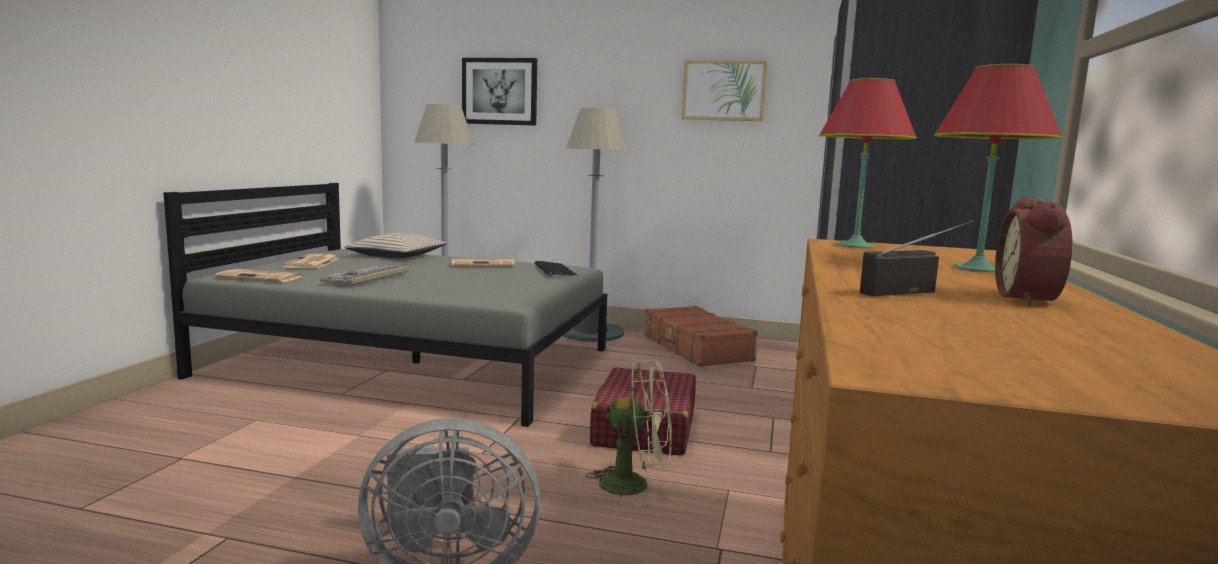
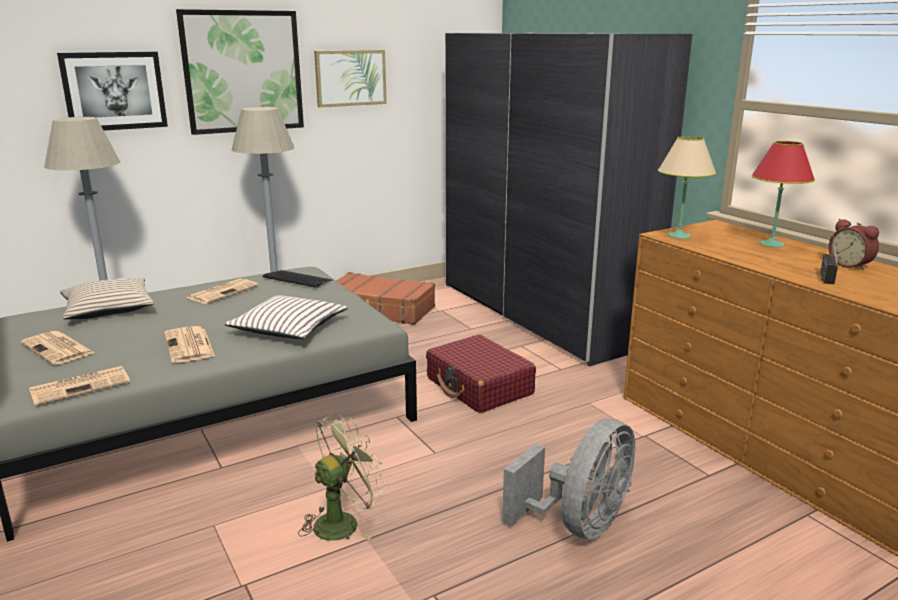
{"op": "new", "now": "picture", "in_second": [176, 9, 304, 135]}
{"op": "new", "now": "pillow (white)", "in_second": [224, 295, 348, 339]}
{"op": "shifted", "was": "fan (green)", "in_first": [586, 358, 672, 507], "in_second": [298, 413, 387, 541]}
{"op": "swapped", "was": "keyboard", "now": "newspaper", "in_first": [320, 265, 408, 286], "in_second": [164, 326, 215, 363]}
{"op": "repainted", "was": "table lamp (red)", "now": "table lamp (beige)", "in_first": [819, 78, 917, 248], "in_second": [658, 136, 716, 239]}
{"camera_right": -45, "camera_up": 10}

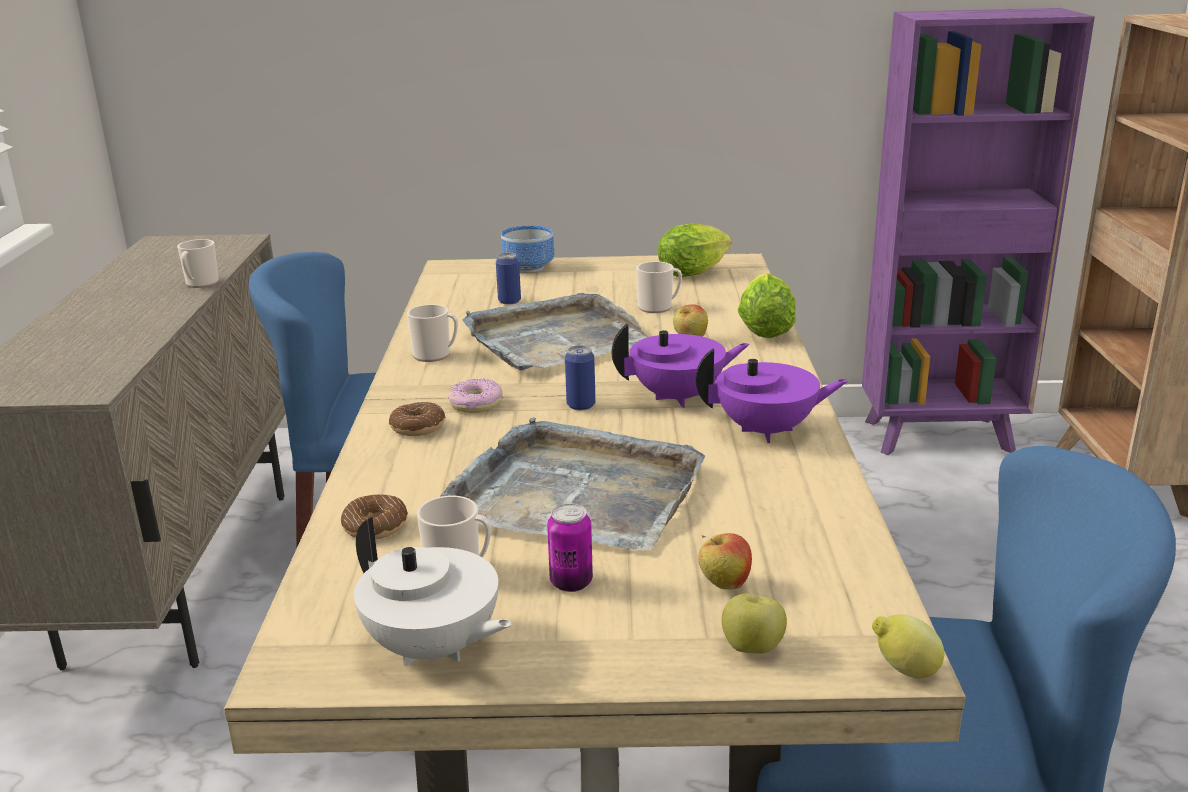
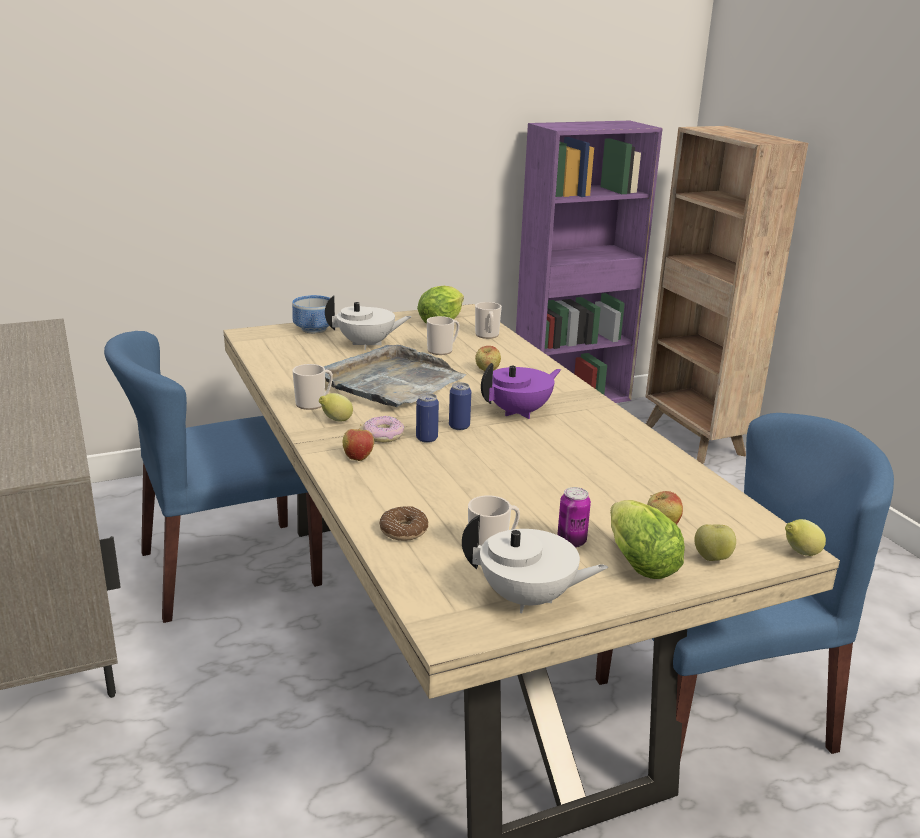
{"op": "gone", "was": "tray (grey)", "in_first": [440, 417, 705, 550]}
{"op": "gone", "was": "teapot (purple)", "in_first": [696, 348, 849, 443]}
{"op": "new", "now": "lemon", "in_second": [319, 393, 353, 422]}
{"op": "new", "now": "teapot (white)", "in_second": [325, 295, 412, 350]}
{"op": "shifted", "was": "mug", "in_first": [177, 239, 219, 288], "in_second": [475, 302, 502, 339]}
{"op": "shifted", "was": "can", "in_first": [496, 252, 521, 304], "in_second": [416, 393, 439, 443]}
{"op": "shifted", "was": "lettuce", "in_first": [738, 273, 796, 338], "in_second": [610, 500, 685, 579]}
{"op": "swapped", "was": "donut", "now": "apple", "in_first": [389, 402, 445, 436], "in_second": [343, 424, 374, 461]}
{"camera_right": -25, "camera_up": 0}

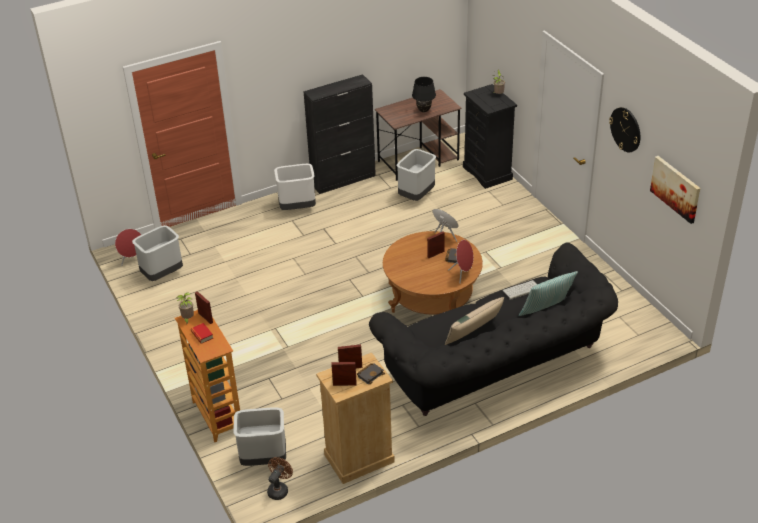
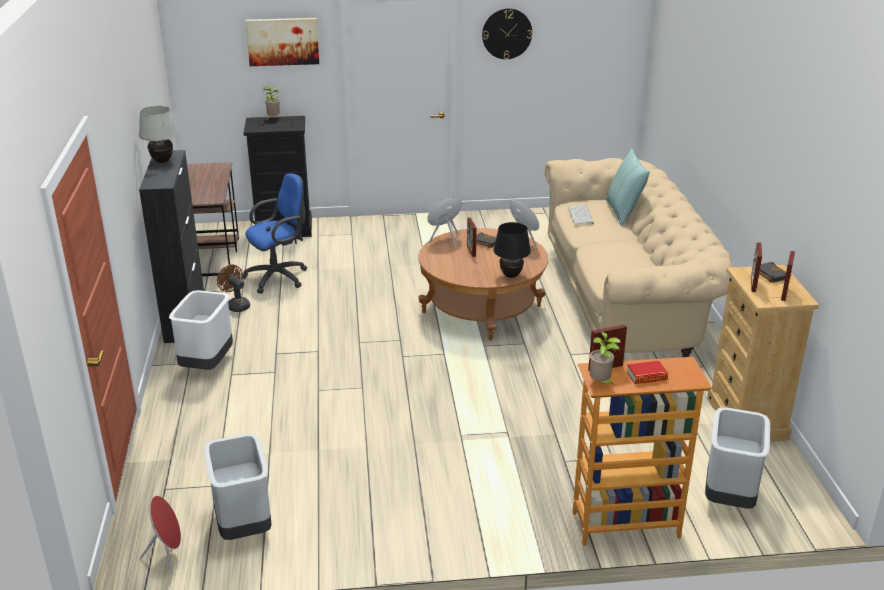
{"op": "gone", "was": "pillow (beige)", "in_first": [444, 297, 504, 345]}
{"op": "new", "now": "table lamp (white)", "in_second": [139, 106, 178, 163]}
{"op": "shifted", "was": "fan (brown)", "in_first": [267, 457, 293, 500], "in_second": [217, 265, 250, 312]}
{"op": "shifted", "was": "table lamp (black)", "in_first": [412, 77, 436, 112], "in_second": [494, 222, 531, 278]}
{"op": "shifted", "was": "picture", "in_first": [650, 156, 700, 224], "in_second": [245, 18, 319, 66]}
{"op": "swapped", "was": "trash can (grey)", "now": "office chair (blue)", "in_first": [396, 149, 436, 201], "in_second": [243, 173, 307, 294]}
{"op": "repainted", "was": "sofa (black)", "now": "sofa (beige)", "in_first": [369, 242, 618, 416], "in_second": [545, 158, 733, 357]}
{"camera_right": -70, "camera_up": -10}

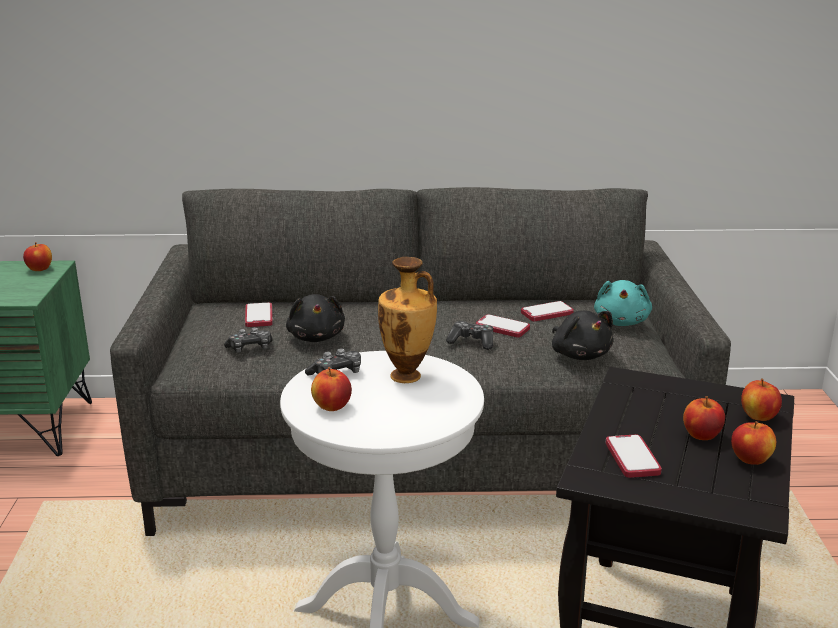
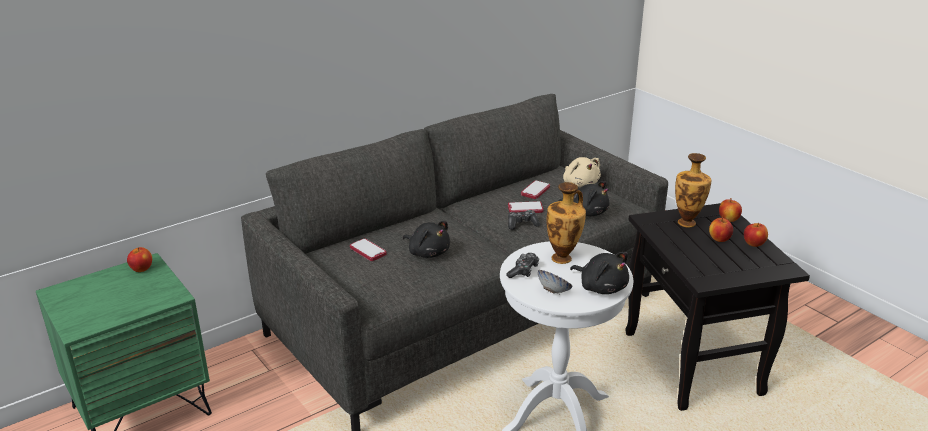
{"op": "gone", "was": "game controller", "in_first": [224, 327, 273, 353]}
{"op": "gone", "was": "phone", "in_first": [606, 435, 662, 478]}
{"op": "new", "now": "plush toy (black)", "in_second": [570, 252, 629, 294]}
{"op": "new", "now": "vase", "in_second": [675, 153, 711, 227]}
{"op": "swapped", "was": "apple", "now": "bowl", "in_first": [311, 367, 352, 411], "in_second": [538, 270, 573, 294]}
{"op": "repainted", "was": "plush toy (turquoise)", "now": "plush toy (beige)", "in_first": [594, 280, 652, 326], "in_second": [563, 157, 601, 187]}
{"camera_right": -35, "camera_up": 5}

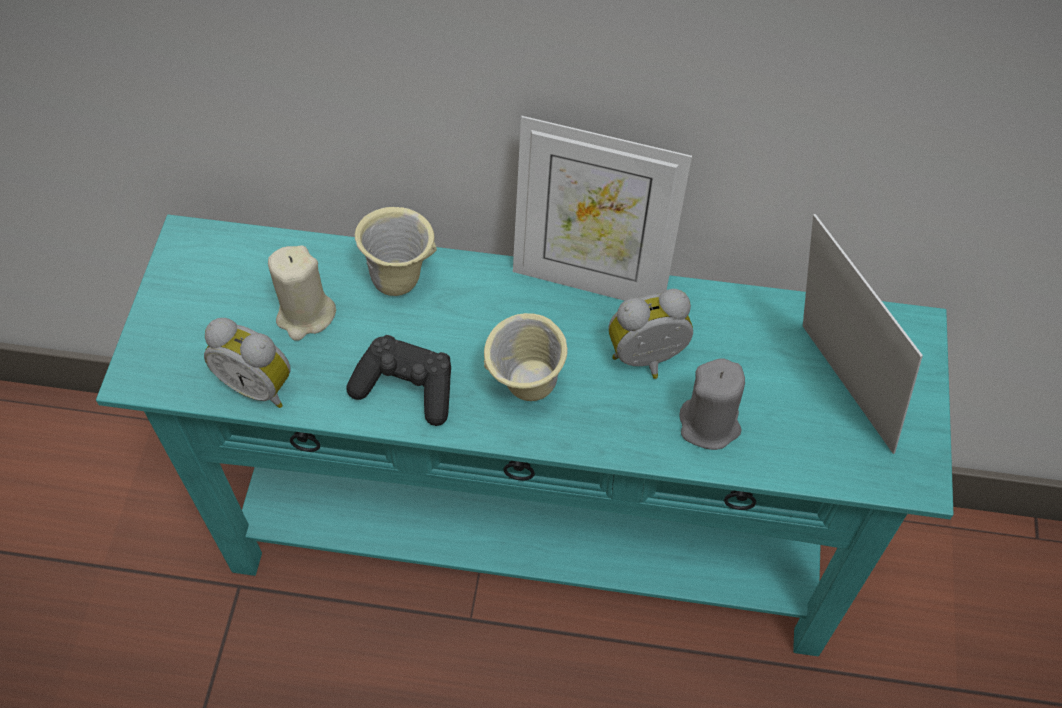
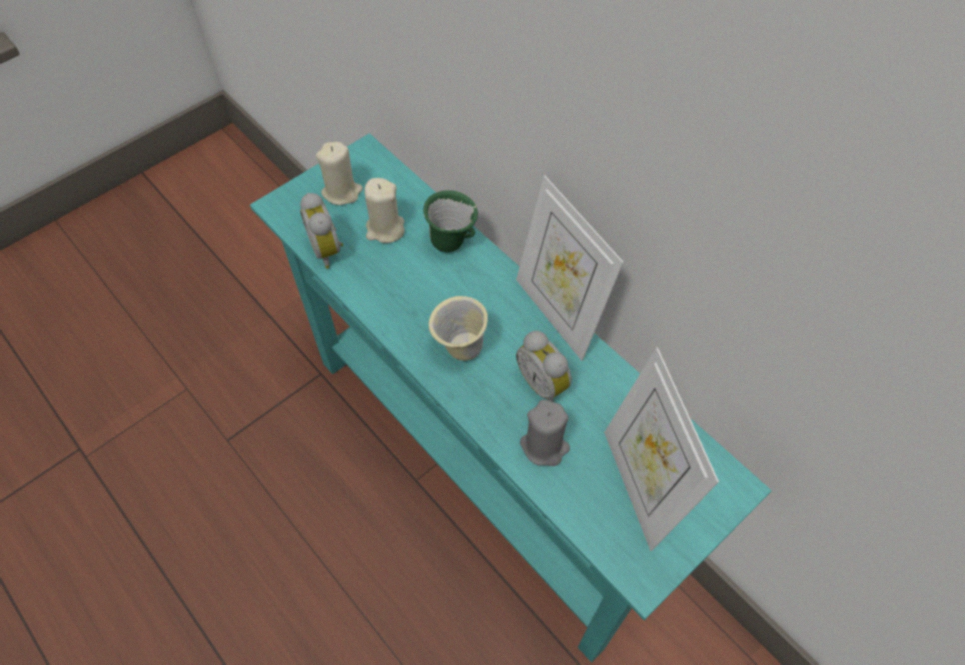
{"op": "gone", "was": "game controller (black)", "in_first": [346, 335, 451, 426]}
{"op": "new", "now": "candle (beige)", "in_second": [316, 142, 363, 205]}
{"op": "repainted", "was": "mug (beige)", "now": "mug (green)", "in_first": [355, 207, 437, 296], "in_second": [423, 190, 478, 252]}
{"op": "rotated", "was": "alarm clock", "in_first": [608, 289, 693, 379], "in_second": [516, 331, 572, 402], "clockwise": -150}
{"op": "rotated", "was": "picture frame", "in_first": [803, 214, 923, 454], "in_second": [604, 348, 719, 551], "clockwise": 150}
{"camera_right": 40, "camera_up": 0}

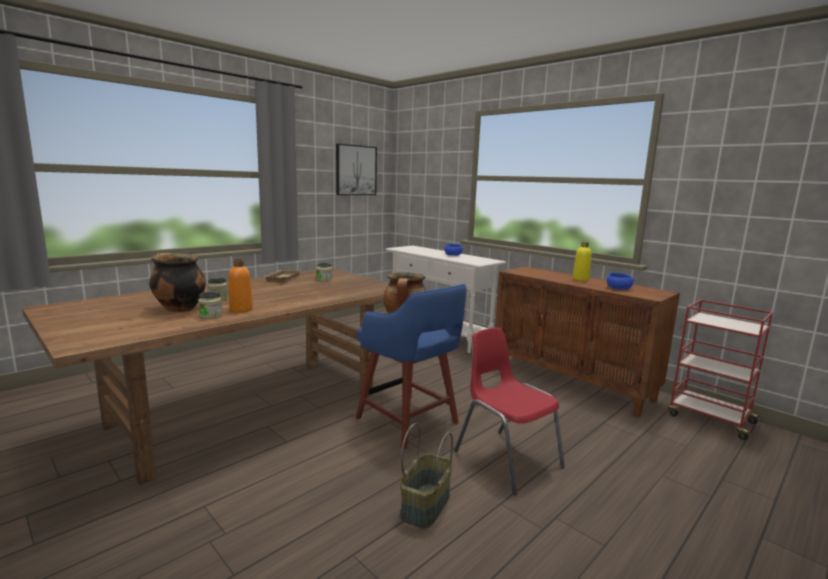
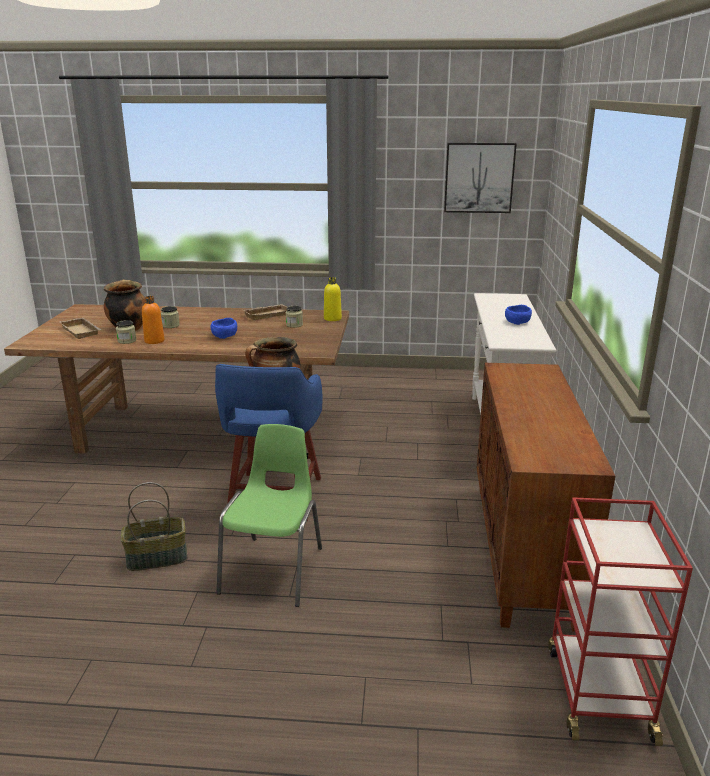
{"op": "new", "now": "tray (beige)", "in_second": [59, 318, 101, 339]}
{"op": "shifted", "was": "bottle (yellow)", "in_first": [573, 242, 592, 281], "in_second": [324, 277, 342, 321]}
{"op": "shifted", "was": "bowl (blue)", "in_first": [607, 272, 634, 290], "in_second": [211, 318, 237, 339]}
{"op": "repainted", "was": "chair (red)", "now": "chair (green)", "in_first": [454, 328, 565, 495], "in_second": [217, 424, 322, 607]}
{"camera_right": 50, "camera_up": 10}

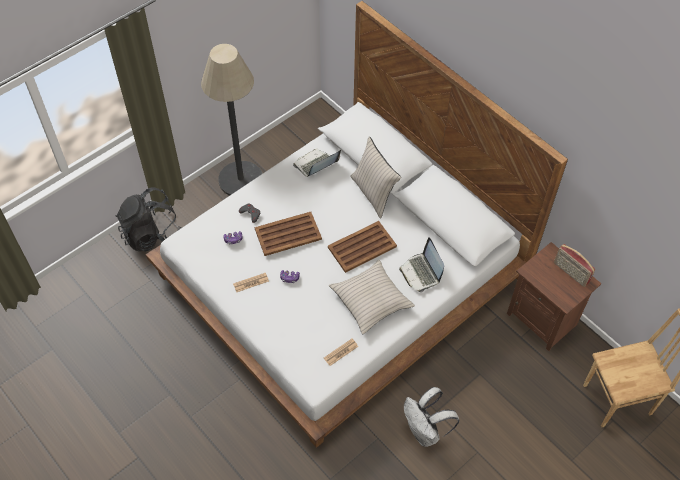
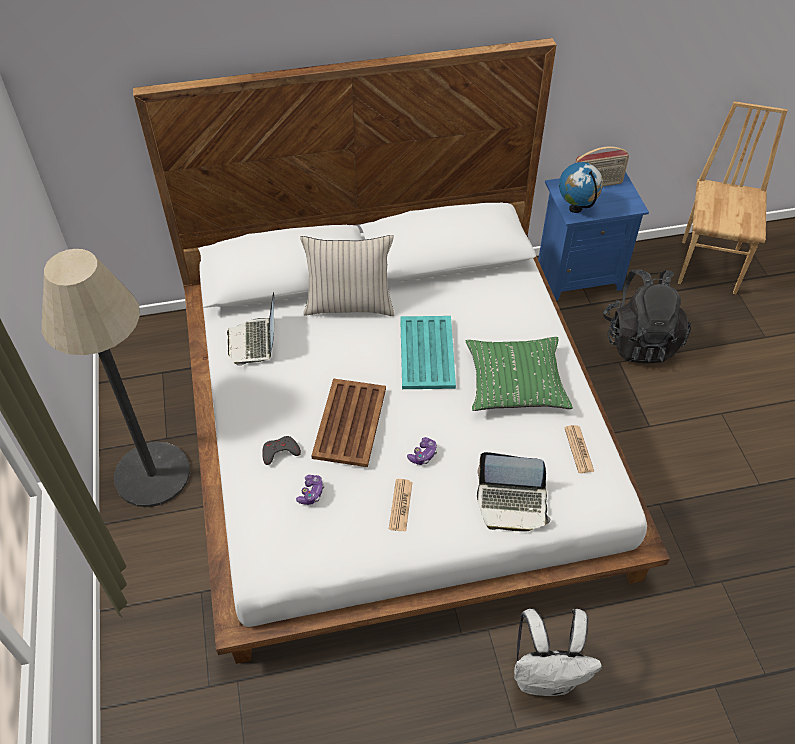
{"op": "new", "now": "globe", "in_second": [559, 162, 603, 213]}
{"op": "shifted", "was": "backpack (black)", "in_first": [116, 187, 181, 252], "in_second": [603, 269, 691, 363]}
{"op": "shifted", "was": "laptop", "in_first": [399, 237, 444, 292], "in_second": [477, 452, 551, 532]}
{"op": "shifted", "was": "backpack (white)", "in_first": [404, 387, 459, 447], "in_second": [514, 609, 602, 696]}
{"op": "repainted", "was": "tray (brown)", "now": "tray (turquoise)", "in_first": [328, 221, 397, 273], "in_second": [400, 316, 456, 389]}
{"op": "repainted", "was": "pillow (beige)", "now": "pillow (green)", "in_first": [329, 260, 415, 334], "in_second": [466, 337, 573, 411]}
{"op": "repainted", "was": "nightstand (brown)", "now": "nightstand (blue)", "in_first": [507, 242, 602, 351], "in_second": [538, 171, 649, 301]}
{"camera_right": -60, "camera_up": -5}

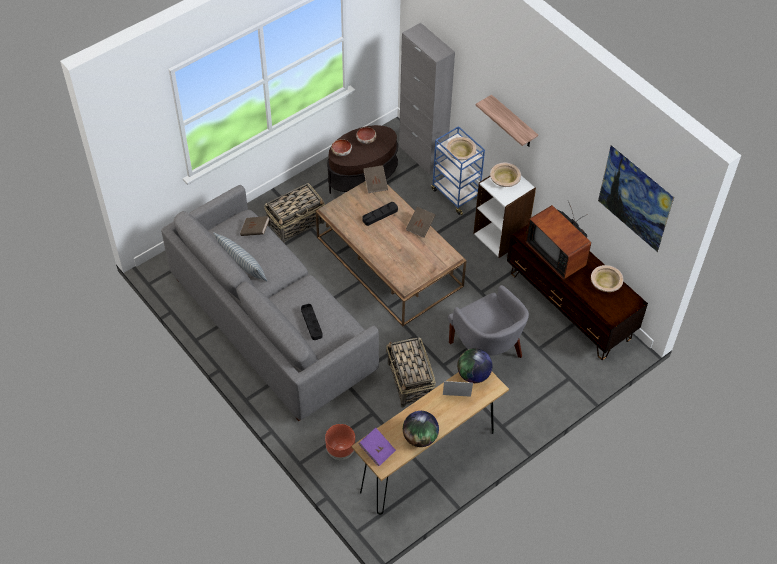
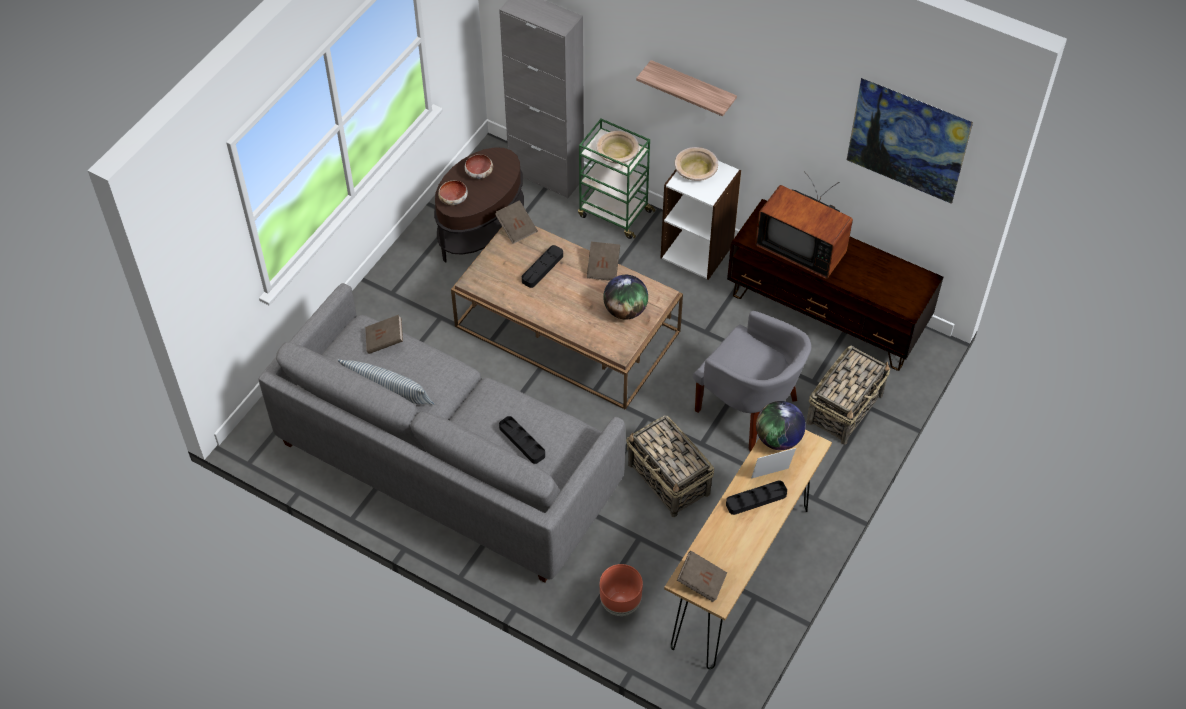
{"op": "gone", "was": "bowl (beige)", "in_first": [591, 265, 623, 292]}
{"op": "new", "now": "tray (black)", "in_second": [726, 481, 787, 515]}
{"op": "shifted", "was": "basket", "in_first": [264, 183, 325, 243], "in_second": [806, 346, 890, 445]}
{"op": "shifted", "was": "globe", "in_first": [403, 411, 439, 447], "in_second": [603, 275, 648, 320]}
{"op": "repainted", "was": "book (purple)", "now": "book (brown)", "in_first": [358, 428, 396, 466], "in_second": [677, 551, 727, 602]}
{"op": "repainted", "was": "cart (blue)", "now": "cart (green)", "in_first": [431, 126, 485, 215], "in_second": [578, 119, 655, 239]}
{"camera_right": -20, "camera_up": 0}

